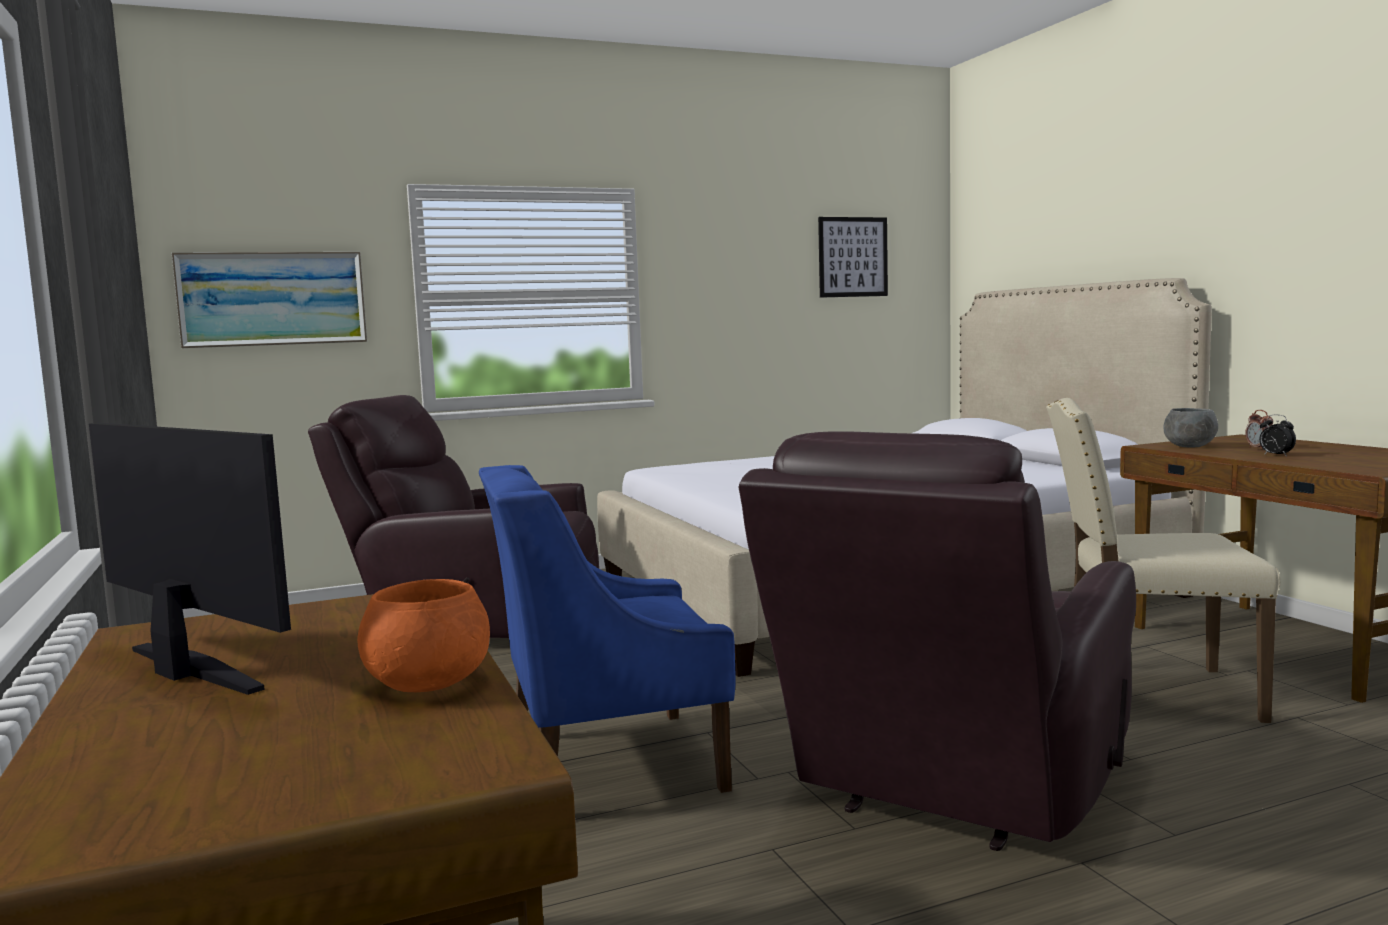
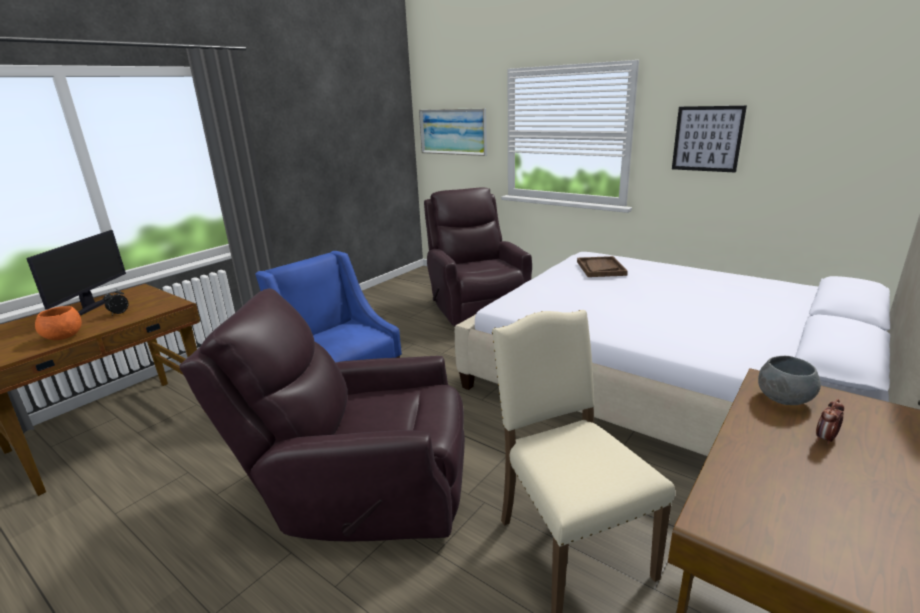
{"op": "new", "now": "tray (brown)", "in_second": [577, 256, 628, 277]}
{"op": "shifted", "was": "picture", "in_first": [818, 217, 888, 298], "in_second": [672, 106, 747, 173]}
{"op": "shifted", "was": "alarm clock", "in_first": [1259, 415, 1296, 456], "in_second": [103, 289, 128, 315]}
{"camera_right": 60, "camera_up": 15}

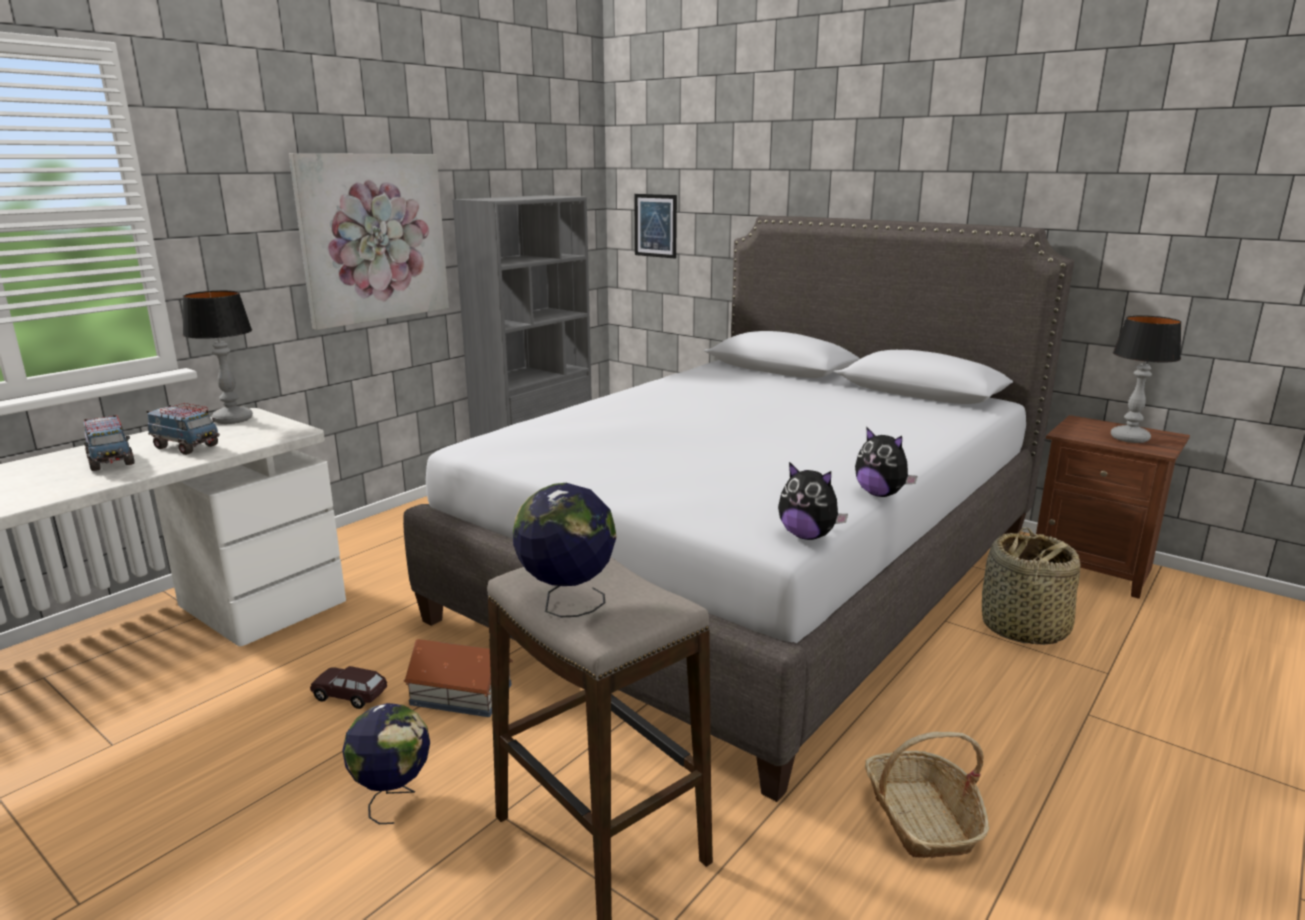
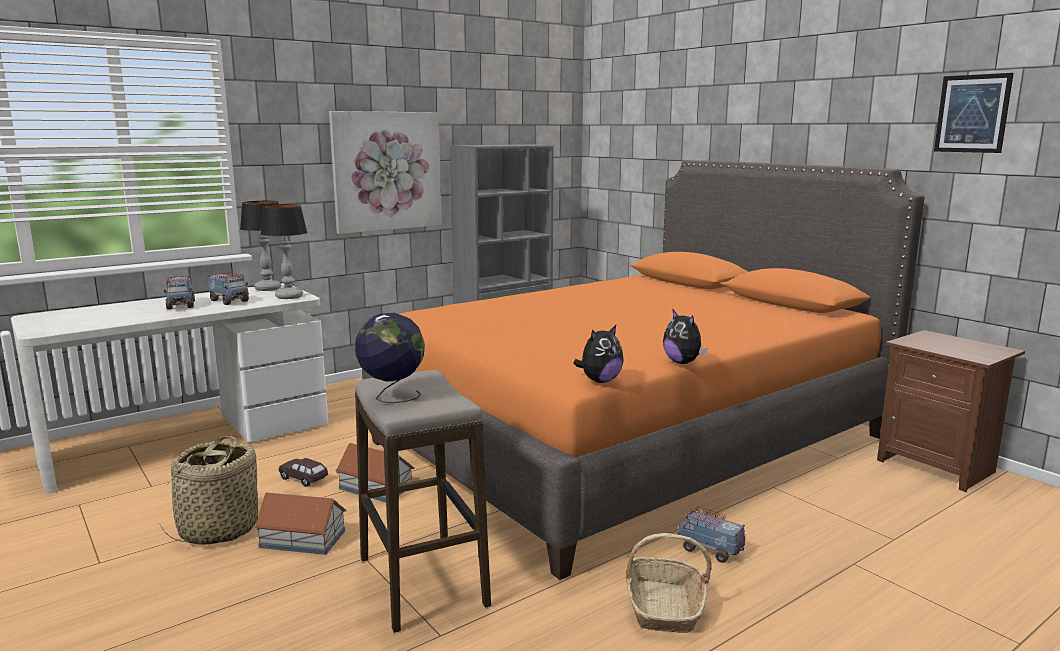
{"op": "new", "now": "toy truck", "in_second": [677, 507, 745, 563]}
{"op": "shifted", "was": "picture", "in_first": [634, 194, 677, 259], "in_second": [934, 73, 1013, 153]}
{"op": "shifted", "was": "basket", "in_first": [982, 527, 1081, 645], "in_second": [157, 436, 258, 545]}
{"op": "shifted", "was": "table lamp", "in_first": [1111, 315, 1182, 443], "in_second": [261, 204, 307, 299]}
{"op": "swapped", "was": "globe", "now": "toy house", "in_first": [342, 703, 430, 824], "in_second": [254, 493, 347, 555]}
{"op": "repainted", "was": "bed (grey)", "now": "bed (orange)", "in_first": [403, 216, 1074, 802], "in_second": [362, 160, 925, 580]}
{"op": "rotated", "was": "plush toy", "in_first": [778, 462, 848, 540], "in_second": [573, 325, 624, 383], "clockwise": -90}
{"camera_right": 15, "camera_up": -5}

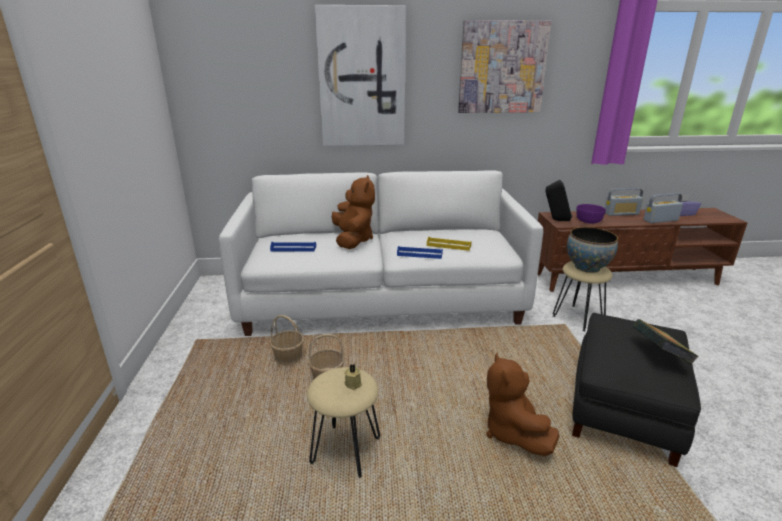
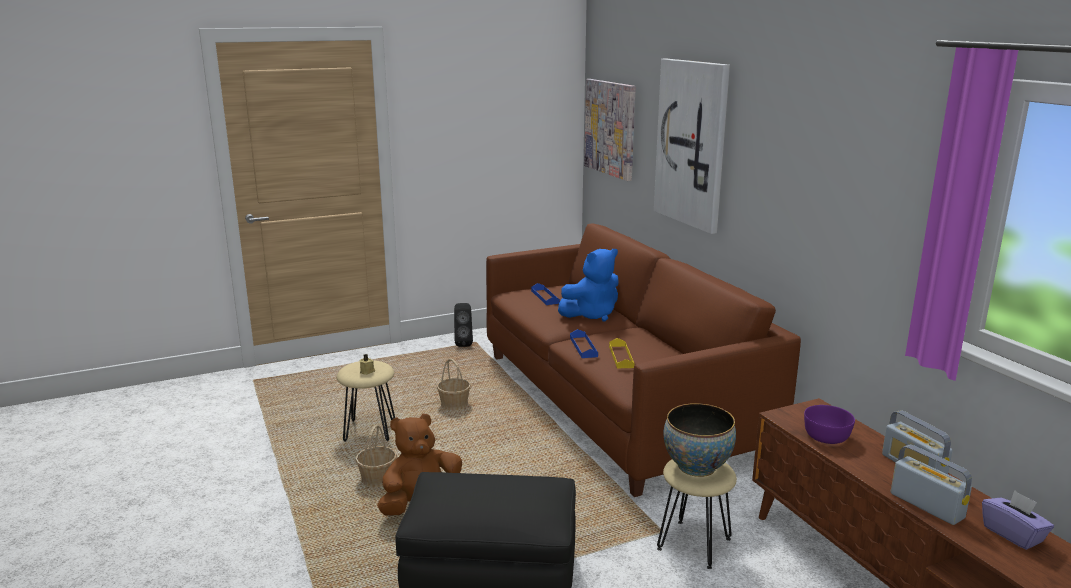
{"op": "gone", "was": "book", "in_first": [633, 319, 699, 365]}
{"op": "shifted", "was": "basket", "in_first": [269, 315, 304, 366], "in_second": [355, 425, 397, 487]}
{"op": "shifted", "was": "picture", "in_first": [458, 20, 551, 113], "in_second": [584, 79, 636, 181]}
{"op": "shifted", "was": "speaker (black)", "in_first": [545, 180, 572, 221], "in_second": [454, 303, 473, 347]}
{"op": "repainted", "was": "sofa (white)", "now": "sofa (brown)", "in_first": [219, 171, 543, 336], "in_second": [486, 224, 801, 497]}
{"op": "repainted", "was": "plush toy (brown)", "now": "plush toy (blue)", "in_first": [332, 175, 375, 249], "in_second": [558, 249, 619, 322]}
{"camera_right": 70, "camera_up": -5}

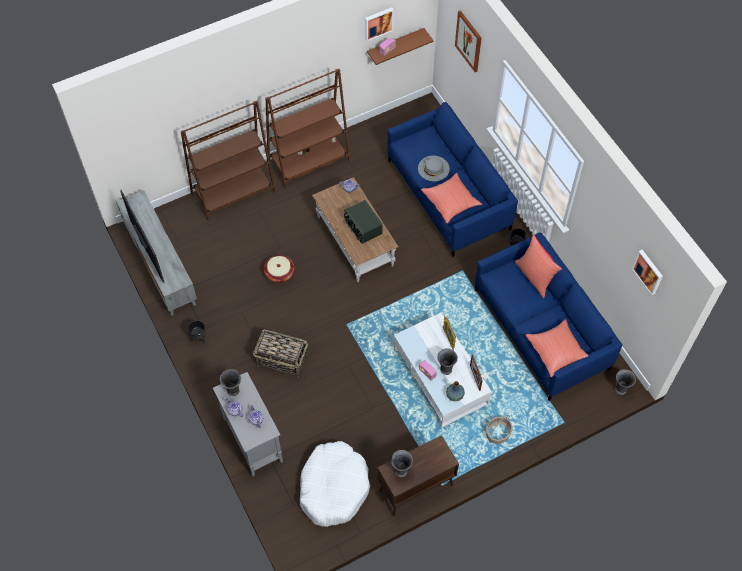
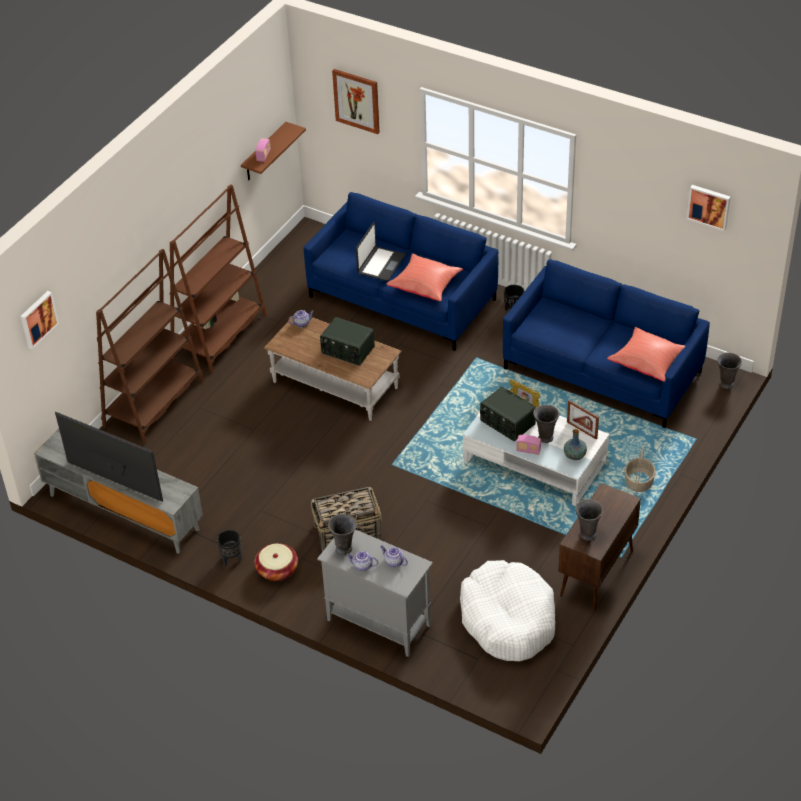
{"op": "gone", "was": "pillow (red)", "in_first": [515, 234, 562, 298]}
{"op": "new", "now": "radio", "in_second": [480, 386, 536, 441]}
{"op": "shifted", "was": "basket", "in_first": [264, 255, 294, 283], "in_second": [255, 543, 298, 581]}
{"op": "shifted", "was": "picture", "in_first": [365, 7, 394, 41], "in_second": [20, 291, 59, 349]}
{"op": "swapped", "was": "hat (grey)", "now": "laptop", "in_first": [418, 156, 450, 181], "in_second": [356, 222, 405, 281]}
{"camera_right": -30, "camera_up": -15}

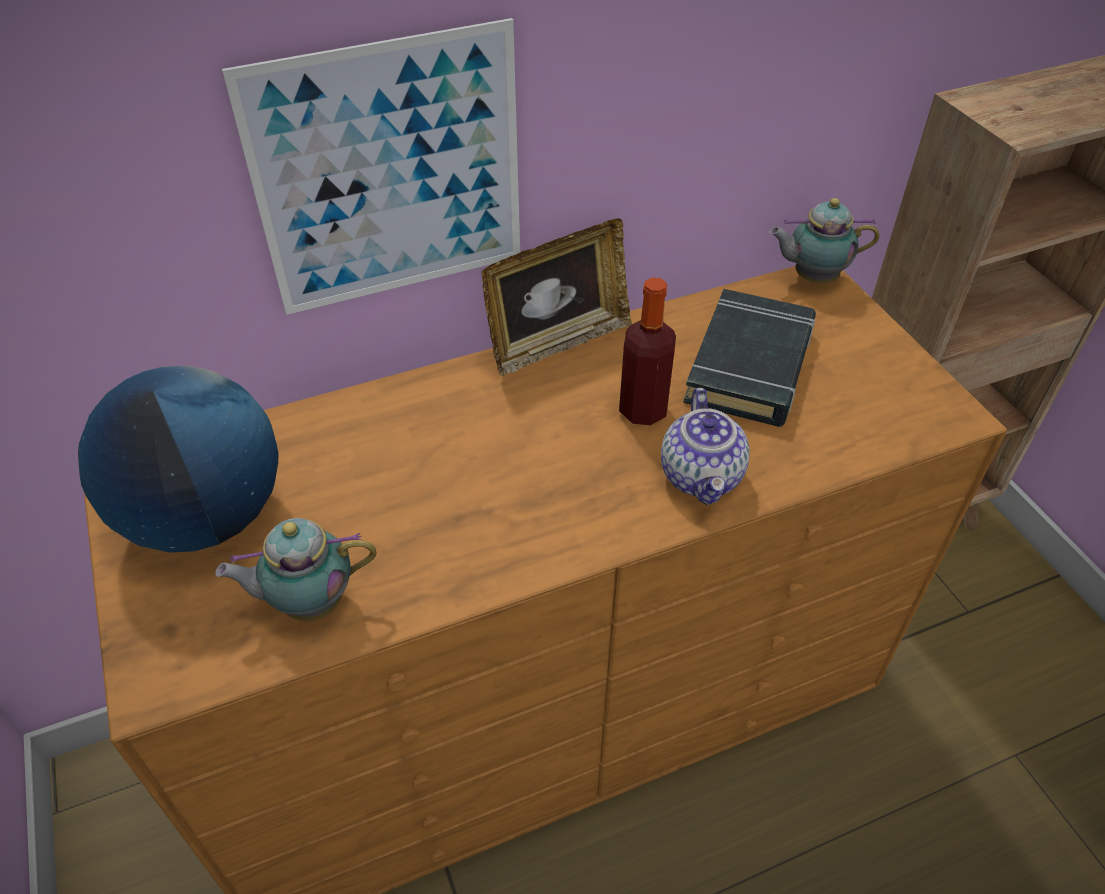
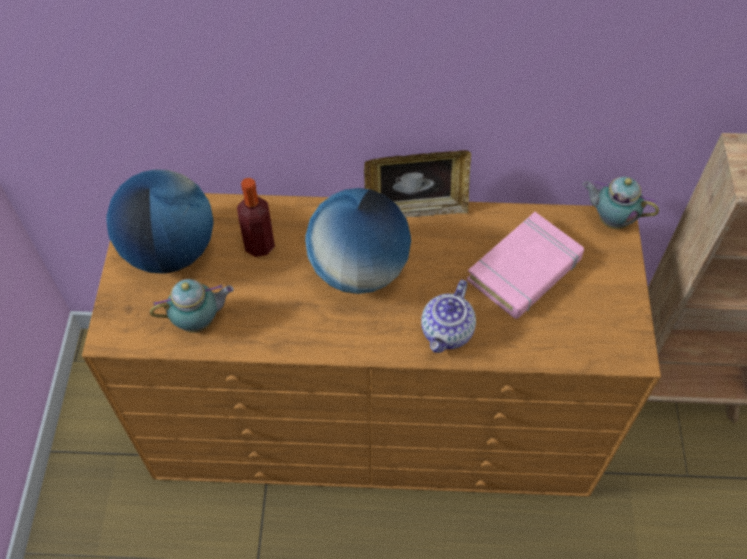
{"op": "gone", "was": "picture", "in_first": [222, 18, 520, 315]}
{"op": "new", "now": "globe", "in_second": [305, 188, 411, 294]}
{"op": "shifted", "was": "bottle", "in_first": [619, 277, 676, 425], "in_second": [237, 178, 275, 257]}
{"op": "repainted", "was": "book (black)", "now": "book (pink)", "in_first": [684, 289, 816, 427], "in_second": [467, 212, 584, 319]}
{"op": "rotated", "was": "teapot", "in_first": [215, 518, 376, 621], "in_second": [150, 279, 234, 333], "clockwise": 150}
{"camera_right": 25, "camera_up": 10}

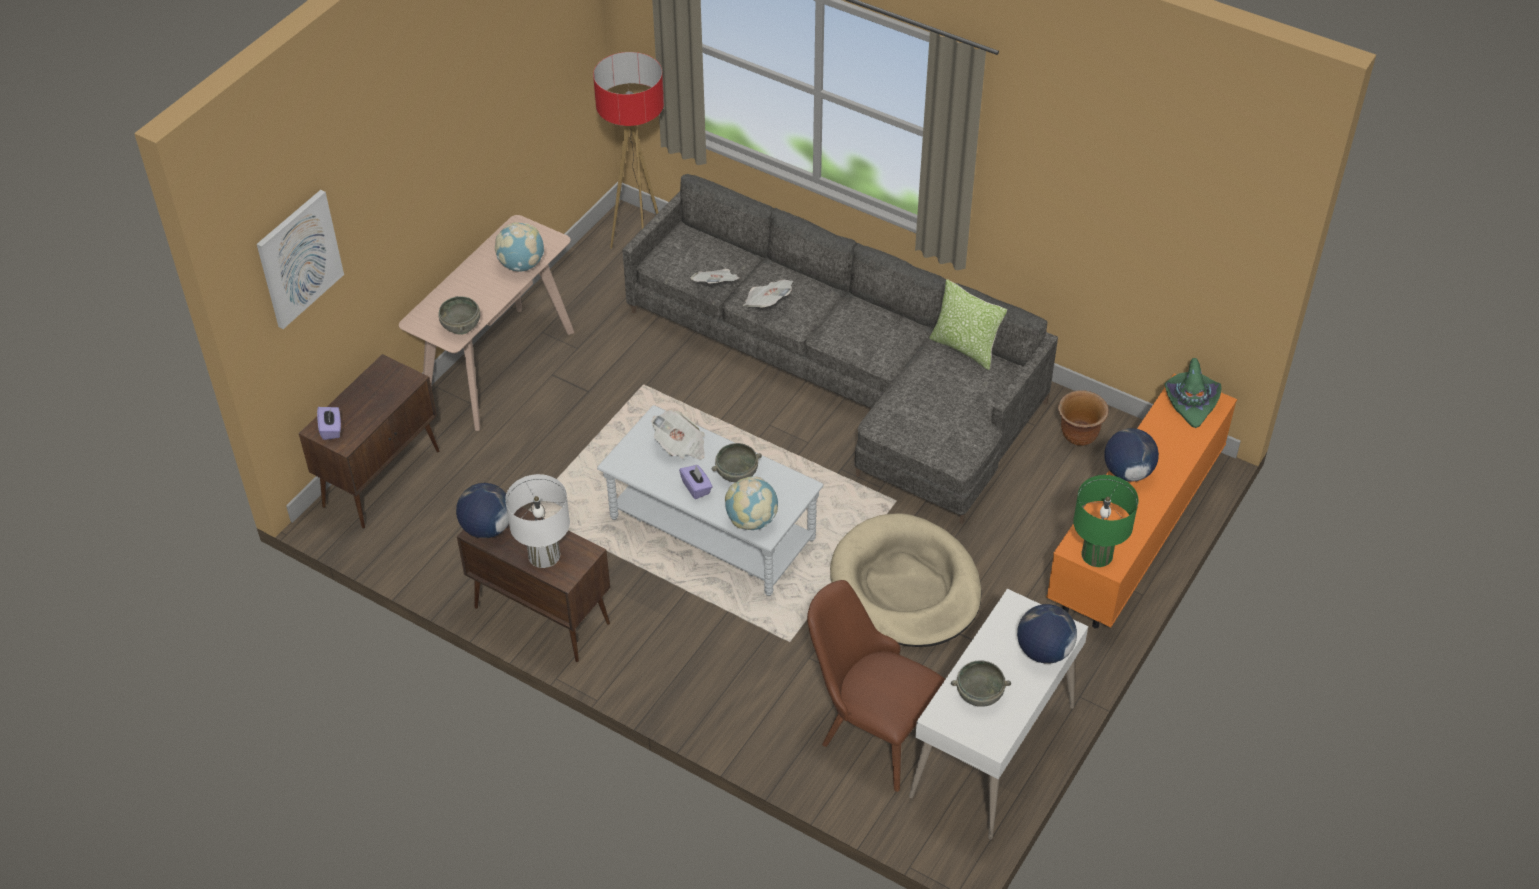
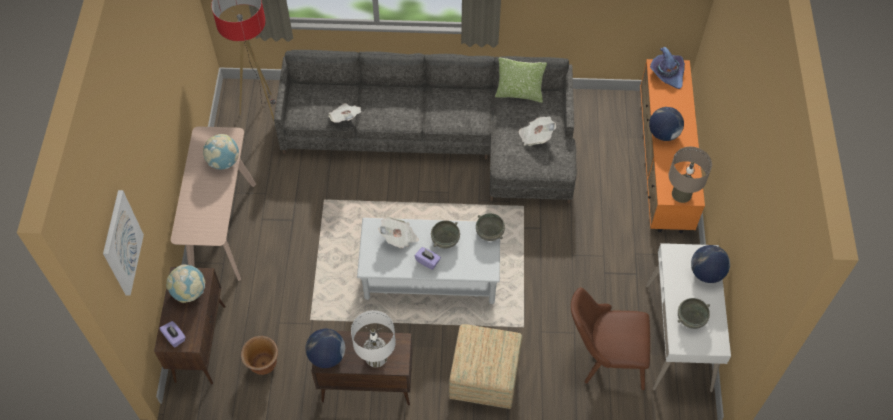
{"op": "gone", "was": "dog bed (beige)", "in_first": [830, 513, 982, 647]}
{"op": "new", "now": "ottoman", "in_second": [449, 324, 523, 409]}
{"op": "shifted", "was": "bowl (grey)", "in_first": [438, 296, 480, 335], "in_second": [476, 213, 505, 241]}
{"op": "shifted", "was": "globe", "in_first": [725, 476, 778, 530], "in_second": [166, 264, 205, 303]}
{"op": "shifted", "was": "newspaper", "in_first": [743, 279, 793, 307], "in_second": [518, 117, 556, 146]}
{"op": "shifted", "was": "planter (brown)", "in_first": [1058, 390, 1109, 446], "in_second": [241, 336, 278, 375]}
{"op": "repainted", "was": "table lamp (green)", "now": "table lamp (beige)", "in_first": [1073, 475, 1138, 567], "in_second": [669, 147, 712, 203]}
{"op": "repainted", "was": "hat (green)", "now": "hat (purple)", "in_first": [1164, 358, 1222, 428], "in_second": [650, 47, 685, 89]}
{"camera_right": -30, "camera_up": 10}

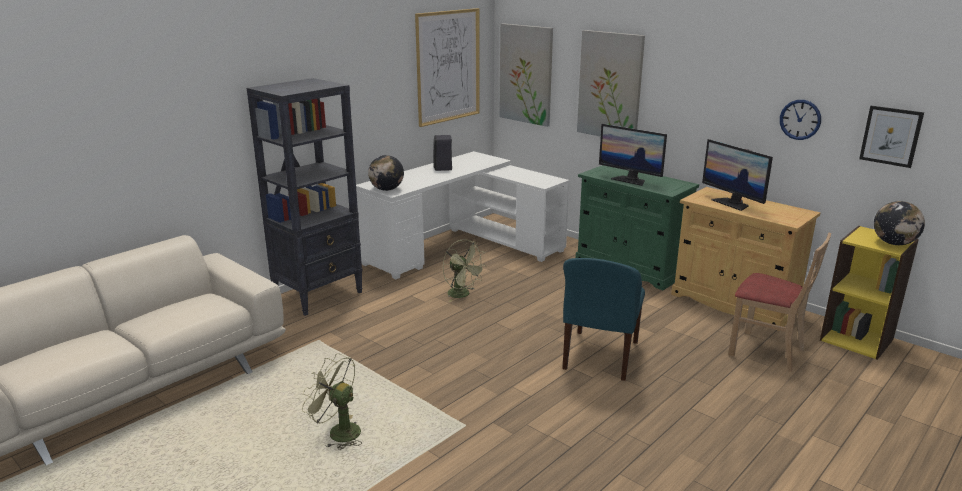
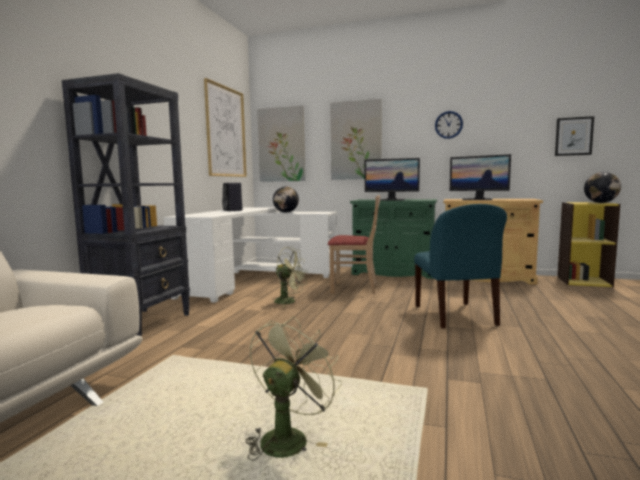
{"op": "shifted", "was": "globe", "in_first": [368, 155, 404, 191], "in_second": [273, 186, 299, 212]}
{"op": "shifted", "was": "chair (beige)", "in_first": [728, 233, 831, 372], "in_second": [328, 195, 380, 294]}
{"op": "shifted", "was": "wall clock", "in_first": [780, 100, 821, 140], "in_second": [435, 111, 463, 139]}
{"op": "rotated", "was": "fan (green)", "in_first": [302, 353, 362, 450], "in_second": [245, 316, 342, 461], "clockwise": 120}
{"camera_right": -25, "camera_up": -15}

